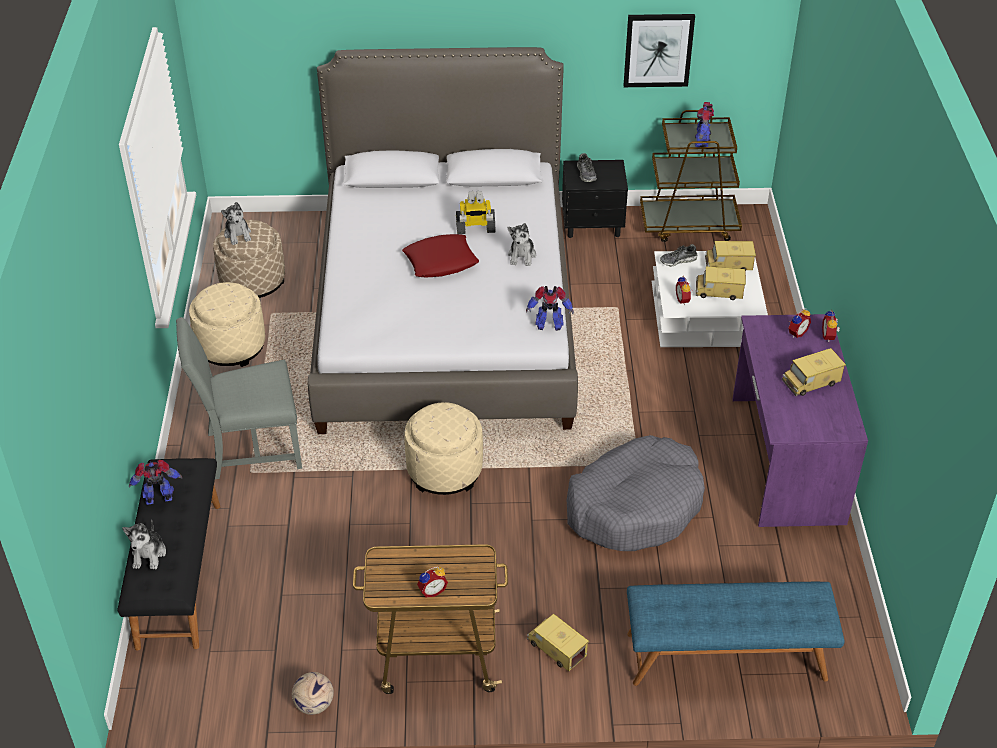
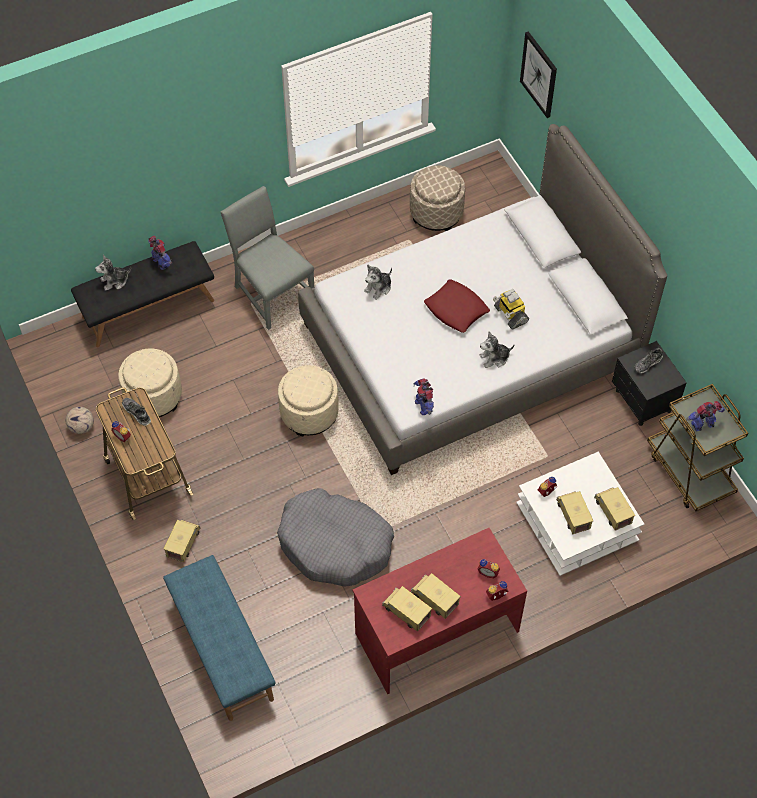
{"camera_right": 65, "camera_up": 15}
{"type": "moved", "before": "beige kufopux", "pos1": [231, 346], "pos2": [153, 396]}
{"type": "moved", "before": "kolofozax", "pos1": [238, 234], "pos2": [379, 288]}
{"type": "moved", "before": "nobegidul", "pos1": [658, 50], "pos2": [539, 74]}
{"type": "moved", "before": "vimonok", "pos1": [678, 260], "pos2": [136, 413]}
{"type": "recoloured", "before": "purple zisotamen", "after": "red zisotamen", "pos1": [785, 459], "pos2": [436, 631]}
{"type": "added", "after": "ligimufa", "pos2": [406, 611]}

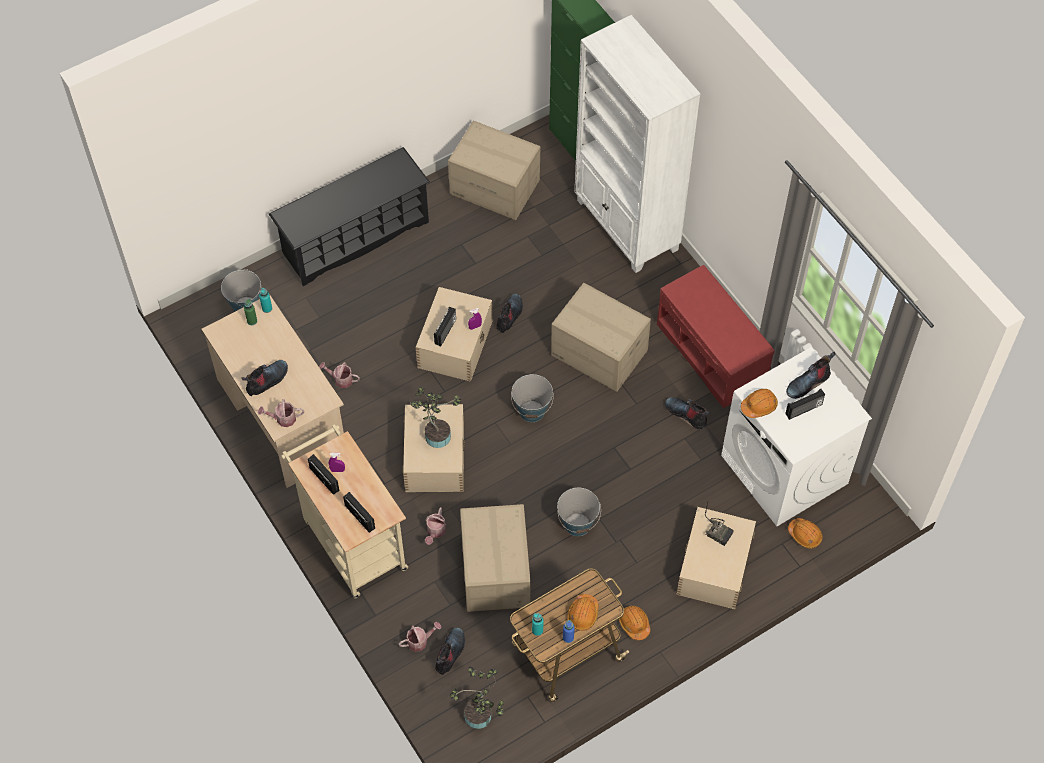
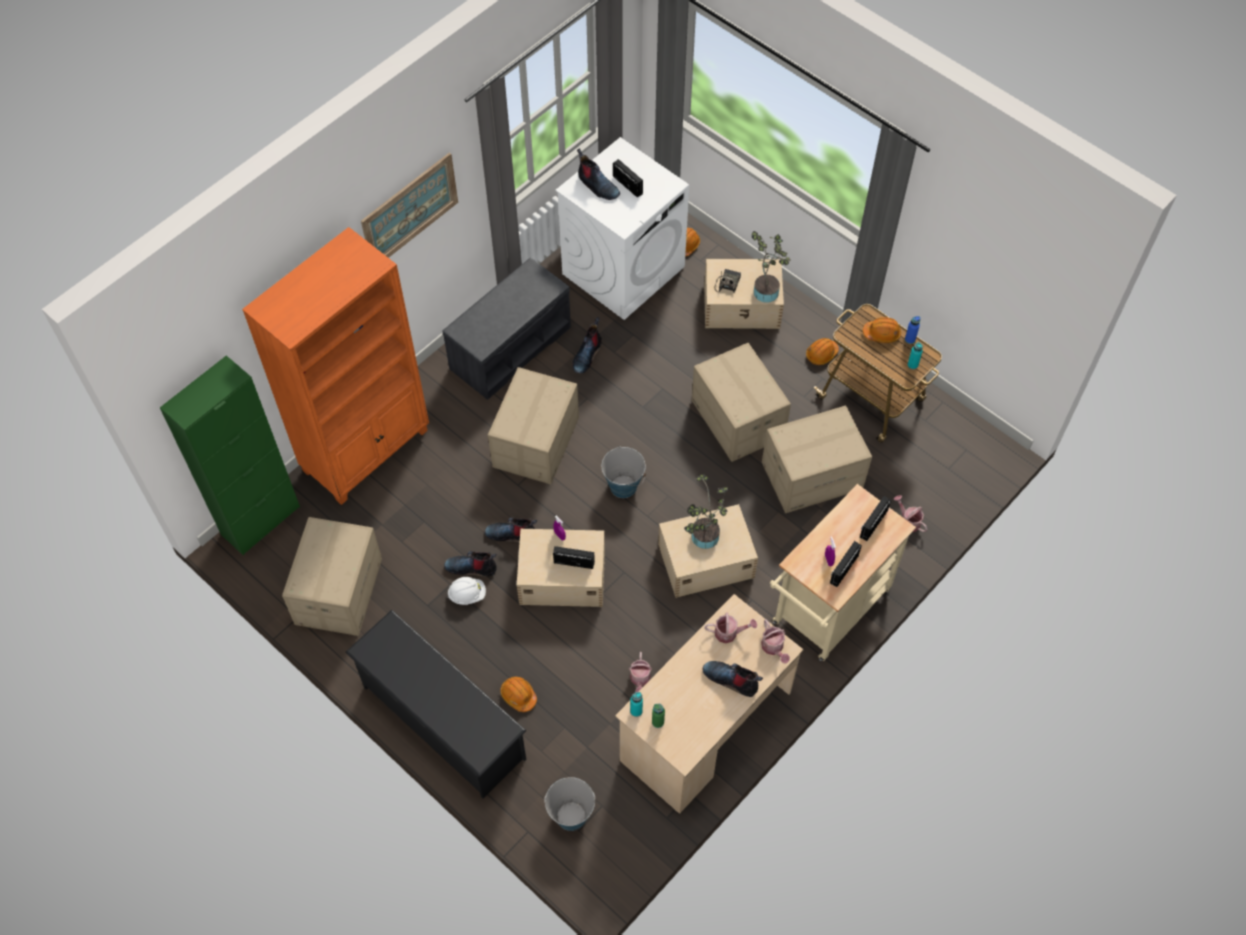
{"camera_right": -105, "camera_up": 0}
{"type": "moved", "before": "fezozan", "pos1": [435, 532], "pos2": [729, 633]}
{"type": "moved", "before": "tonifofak", "pos1": [450, 653], "pos2": [472, 567]}
{"type": "moved", "before": "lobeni", "pos1": [481, 717], "pos2": [766, 289]}
{"type": "replaced", "before": "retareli", "after": "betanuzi", "pos1": [577, 524], "pos2": [737, 419]}
{"type": "recoloured", "before": "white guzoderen", "after": "orange guzoderen", "pos1": [626, 226], "pos2": [367, 450]}
{"type": "recoloured", "before": "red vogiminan", "after": "grey vogiminan", "pos1": [712, 353], "pos2": [510, 346]}
{"type": "moved", "before": "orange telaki", "pos1": [759, 406], "pos2": [518, 695]}
{"type": "added", "after": "nobegidul", "pos2": [410, 210]}
{"type": "added", "after": "white telaki", "pos2": [467, 594]}

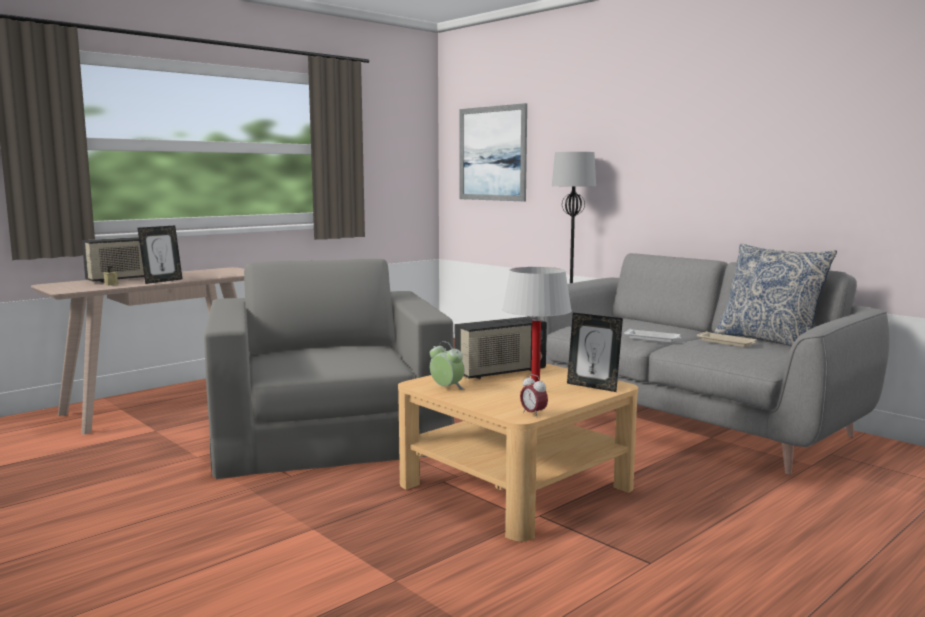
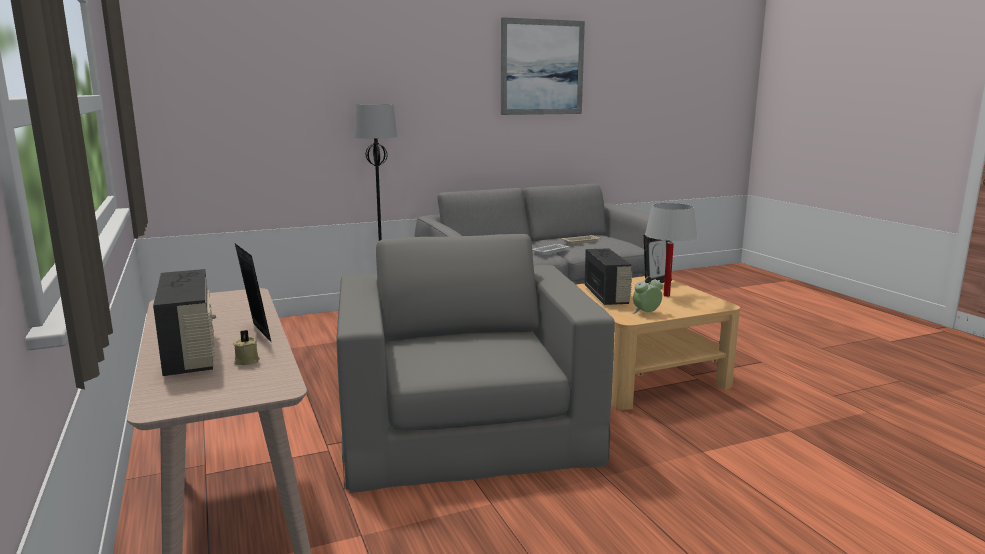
{"camera_right": -70, "camera_up": 5}
{"type": "turned", "before": "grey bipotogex", "pos1": [328, 432], "pos2": [465, 425], "turn": 75}
{"type": "moved", "before": "nobegidul", "pos1": [492, 153], "pos2": [542, 67]}
{"type": "removed", "before": "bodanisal", "pos1": [533, 414]}
{"type": "removed", "before": "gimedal", "pos1": [769, 340]}

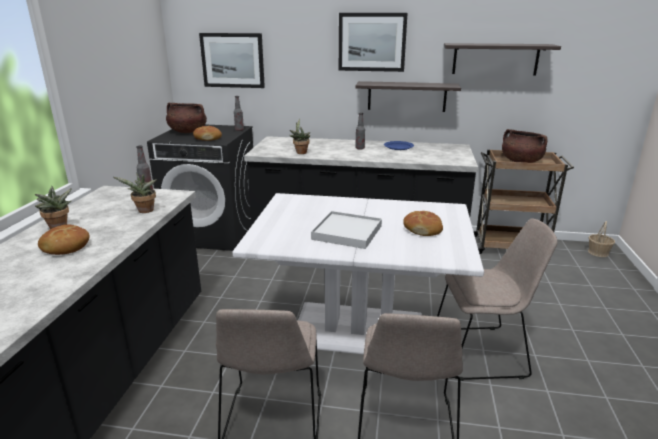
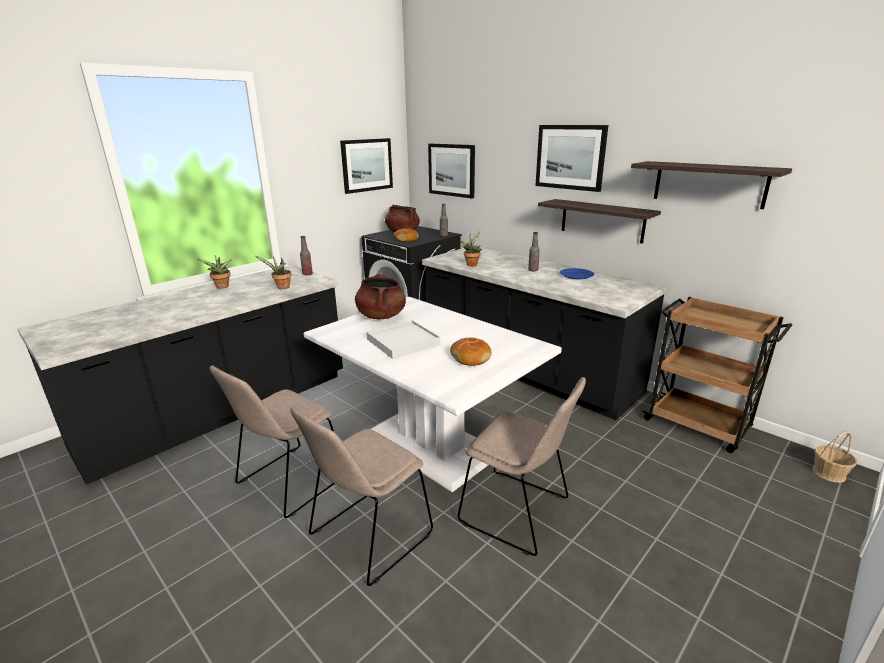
{"camera_right": 35, "camera_up": 0}
{"type": "removed", "before": "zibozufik", "pos1": [65, 247]}
{"type": "moved", "before": "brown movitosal", "pos1": [520, 161], "pos2": [381, 316]}
{"type": "added", "after": "nobegidul", "pos2": [367, 165]}

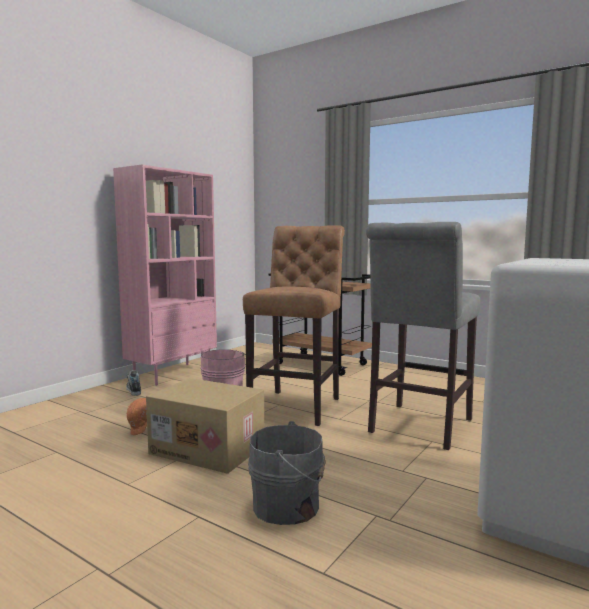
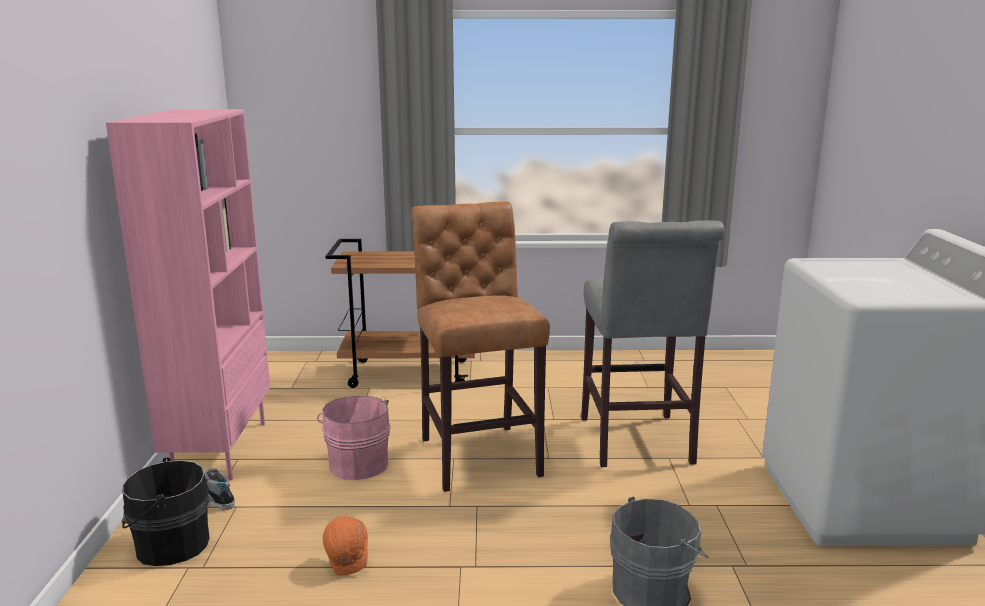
{"camera_right": -35, "camera_up": 10}
{"type": "removed", "before": "betanuzi", "pos1": [209, 449]}
{"type": "added", "after": "black retareli", "pos2": [169, 545]}

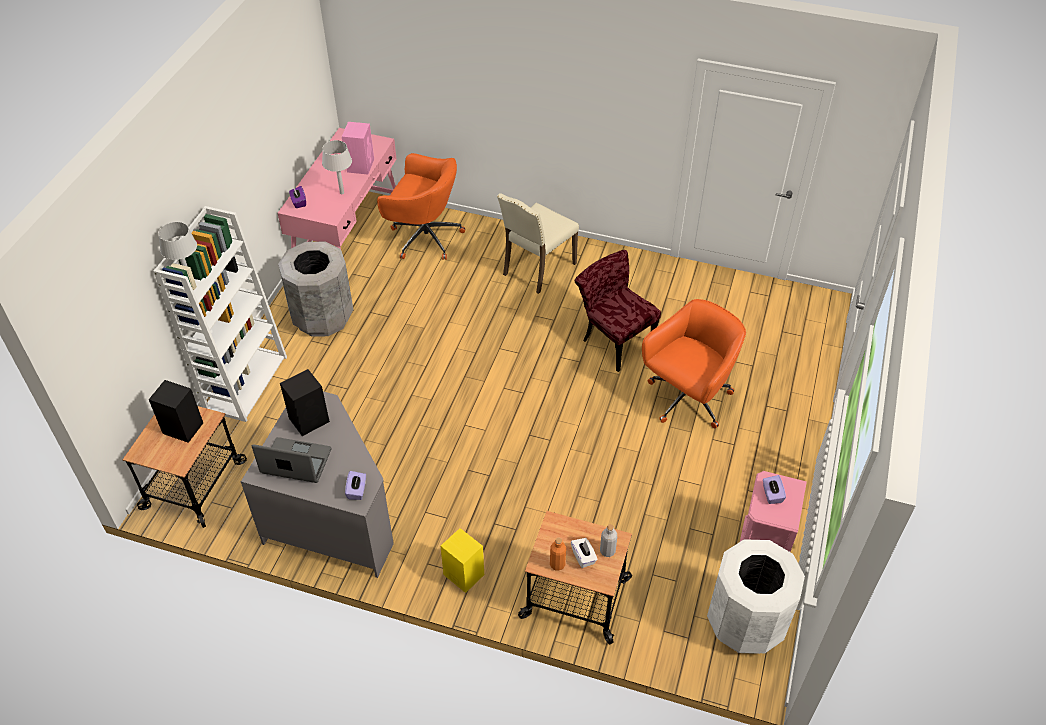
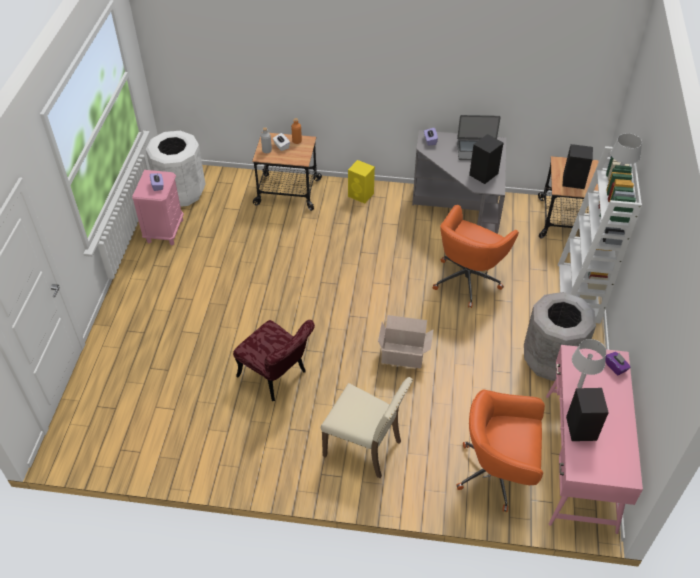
{"camera_right": 170, "camera_up": 0}
{"type": "recoloured", "before": "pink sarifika", "after": "black sarifika", "pos1": [361, 165], "pos2": [581, 429]}
{"type": "turned", "before": "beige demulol", "pos1": [537, 269], "pos2": [364, 447], "turn": 90}
{"type": "moved", "before": "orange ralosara", "pos1": [687, 399], "pos2": [468, 279]}
{"type": "added", "after": "betanuzi", "pos2": [404, 355]}

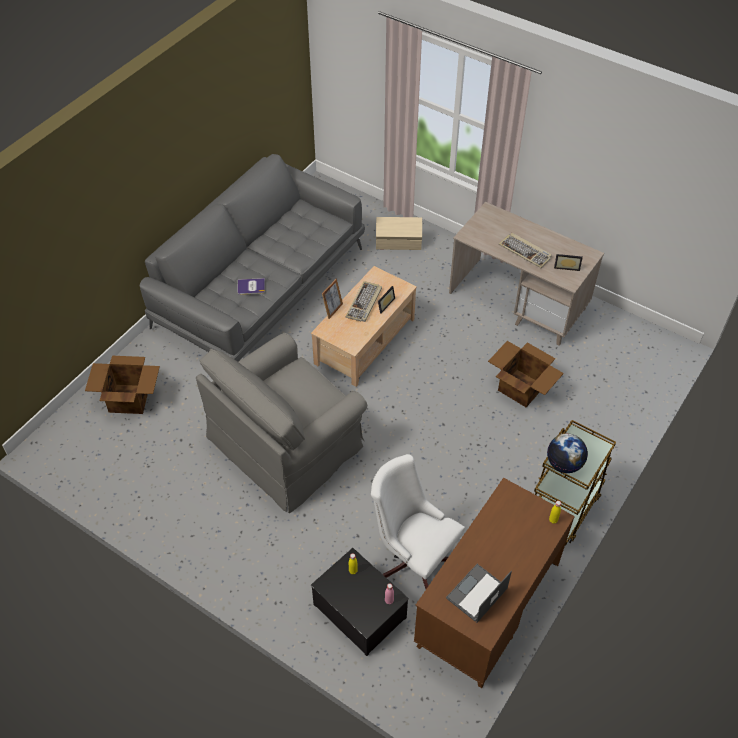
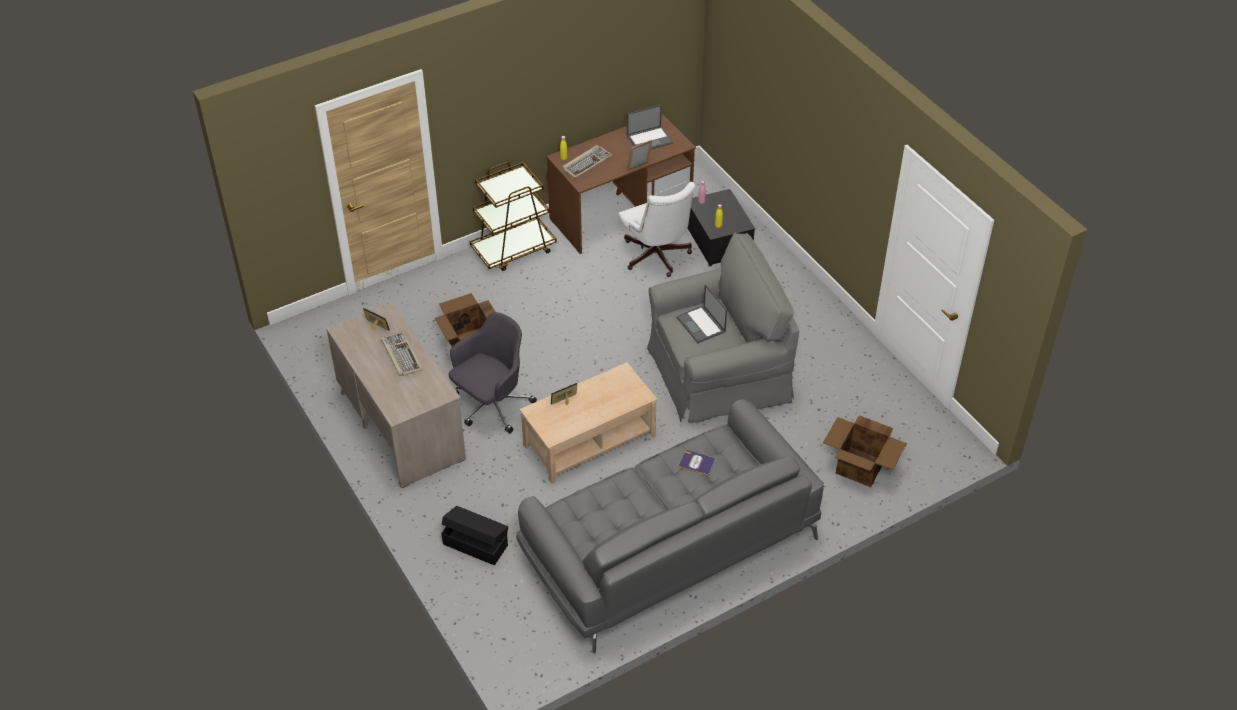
{"camera_right": -155, "camera_up": -5}
{"type": "moved", "before": "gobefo", "pos1": [333, 310], "pos2": [639, 168]}
{"type": "moved", "before": "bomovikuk", "pos1": [364, 303], "pos2": [586, 163]}
{"type": "recoloured", "before": "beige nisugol", "after": "black nisugol", "pos1": [399, 243], "pos2": [475, 544]}
{"type": "removed", "before": "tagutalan", "pos1": [564, 464]}
{"type": "added", "after": "grey ralosara", "pos2": [491, 405]}
{"type": "added", "after": "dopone", "pos2": [701, 325]}

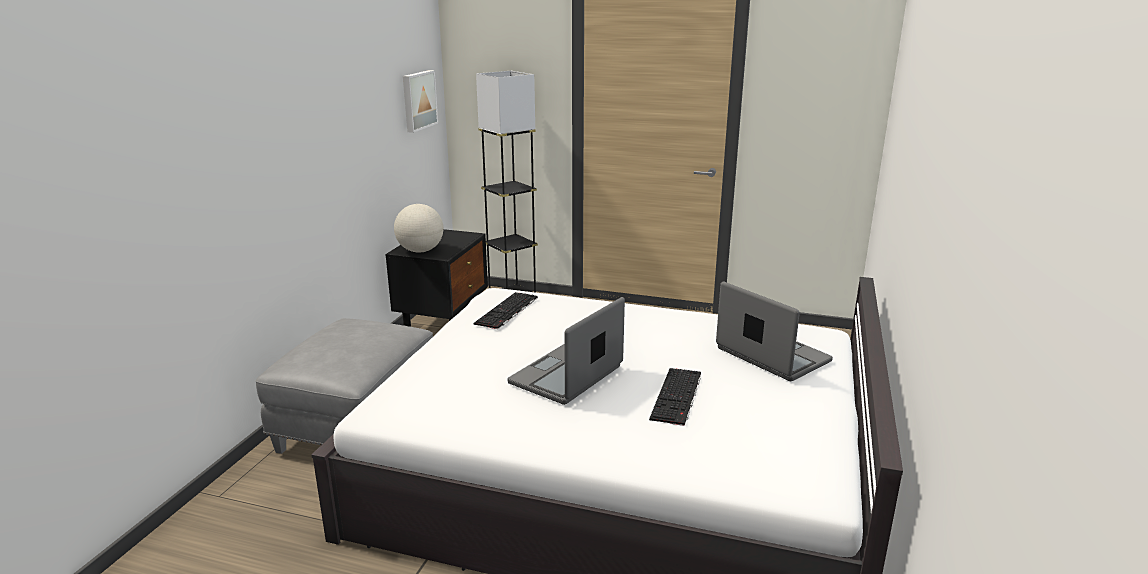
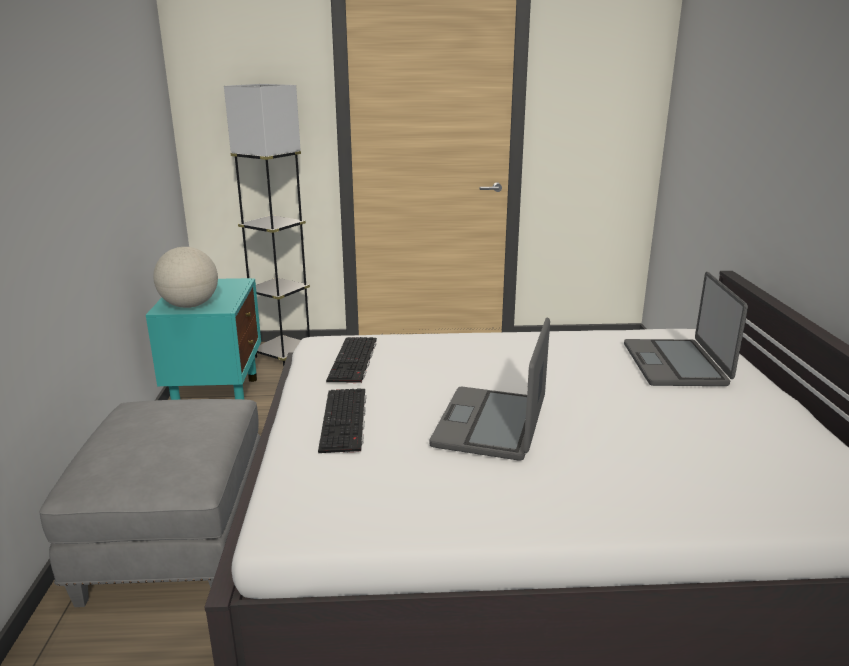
{"camera_right": -20, "camera_up": 0}
{"type": "recoloured", "before": "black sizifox", "after": "turquoise sizifox", "pos1": [443, 325], "pos2": [217, 394]}
{"type": "removed", "before": "nobegidul", "pos1": [418, 100]}
{"type": "moved", "before": "bomovikuk", "pos1": [677, 397], "pos2": [345, 420]}
{"type": "turned", "before": "dopone", "pos1": [771, 355], "pos2": [676, 364], "turn": -120}

